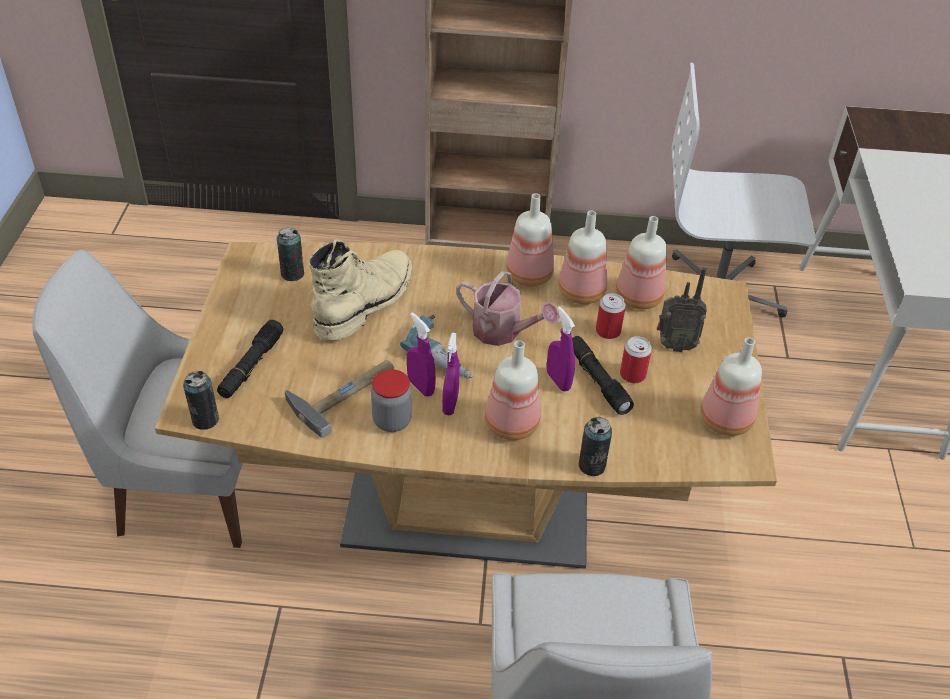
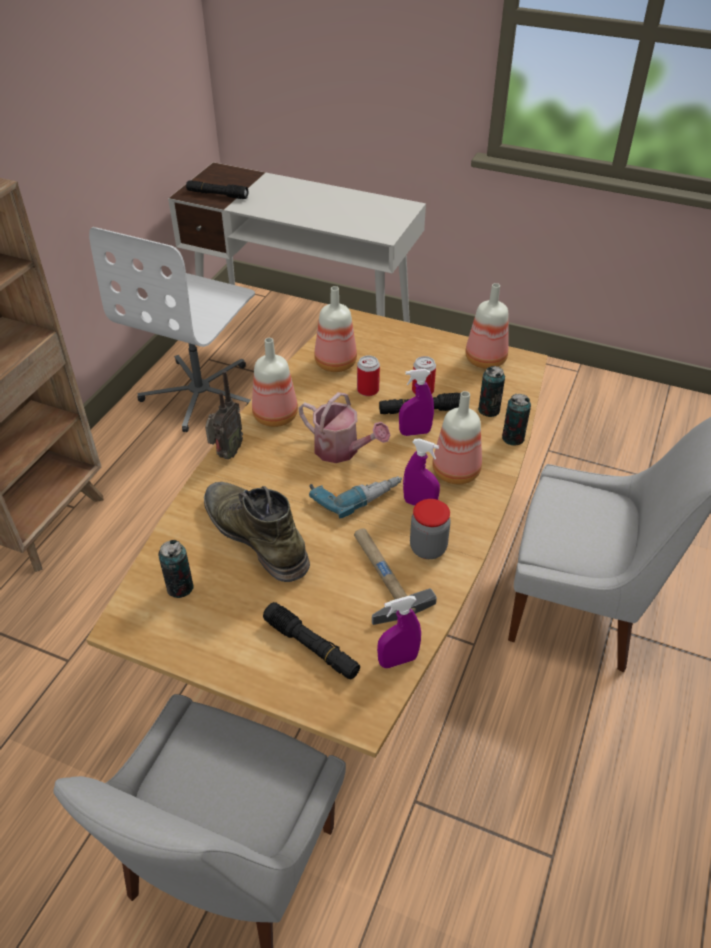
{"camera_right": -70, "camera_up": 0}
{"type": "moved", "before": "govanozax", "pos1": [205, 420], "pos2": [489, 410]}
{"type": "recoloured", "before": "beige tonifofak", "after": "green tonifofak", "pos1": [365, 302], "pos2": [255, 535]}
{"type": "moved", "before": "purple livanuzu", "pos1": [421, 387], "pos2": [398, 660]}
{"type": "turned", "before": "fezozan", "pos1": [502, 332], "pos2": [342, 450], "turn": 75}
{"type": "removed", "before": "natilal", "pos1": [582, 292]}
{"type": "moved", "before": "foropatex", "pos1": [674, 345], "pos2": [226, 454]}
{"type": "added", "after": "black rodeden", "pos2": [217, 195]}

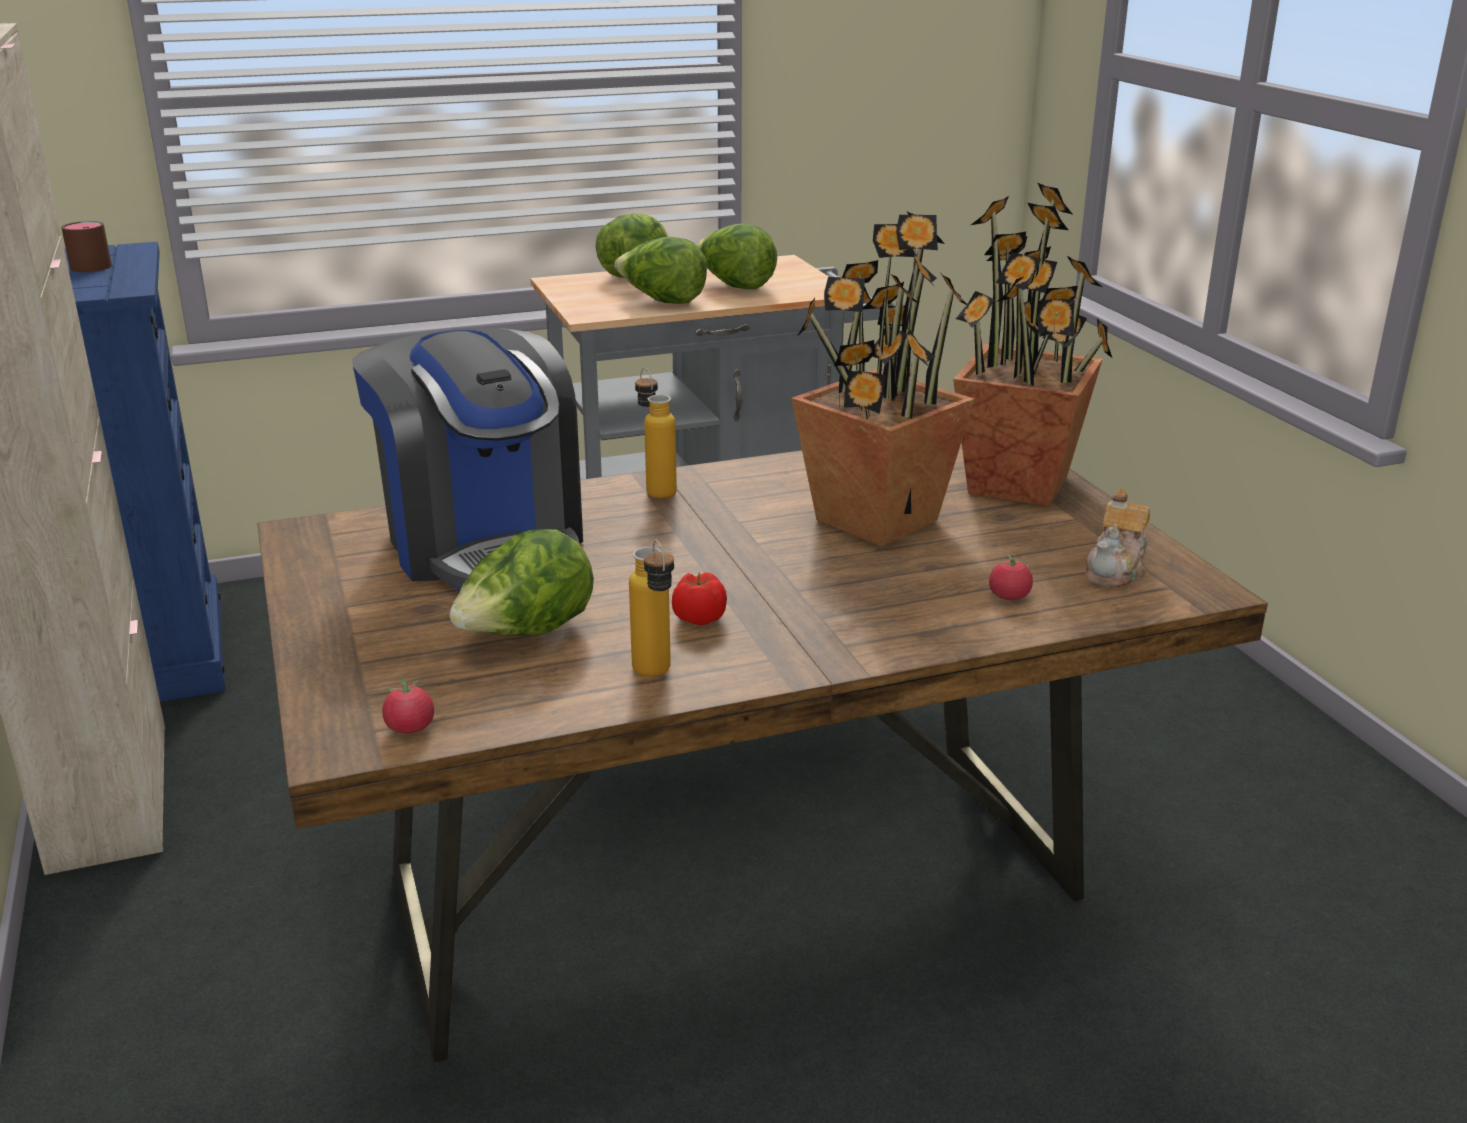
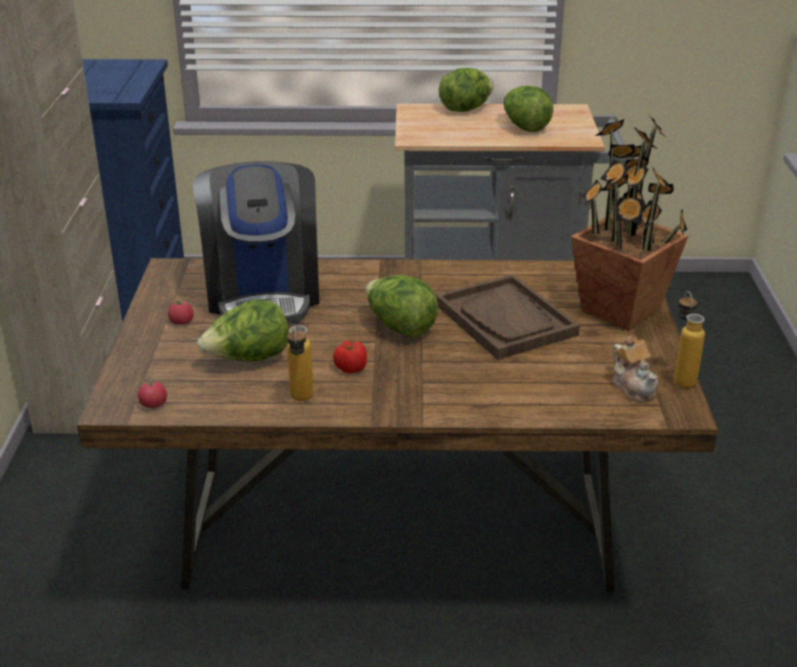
{"camera_right": 20, "camera_up": 5}
{"type": "removed", "before": "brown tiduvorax", "pos1": [91, 265]}
{"type": "moved", "before": "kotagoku", "pos1": [662, 301], "pos2": [399, 327]}
{"type": "moved", "before": "natilal", "pos1": [655, 489], "pos2": [681, 377]}
{"type": "replaced", "before": "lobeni", "after": "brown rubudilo", "pos1": [874, 519], "pos2": [505, 319]}
{"type": "moved", "before": "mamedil", "pos1": [1009, 596], "pos2": [181, 322]}
{"type": "turned", "before": "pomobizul", "pos1": [1116, 571], "pos2": [633, 386], "turn": -75}

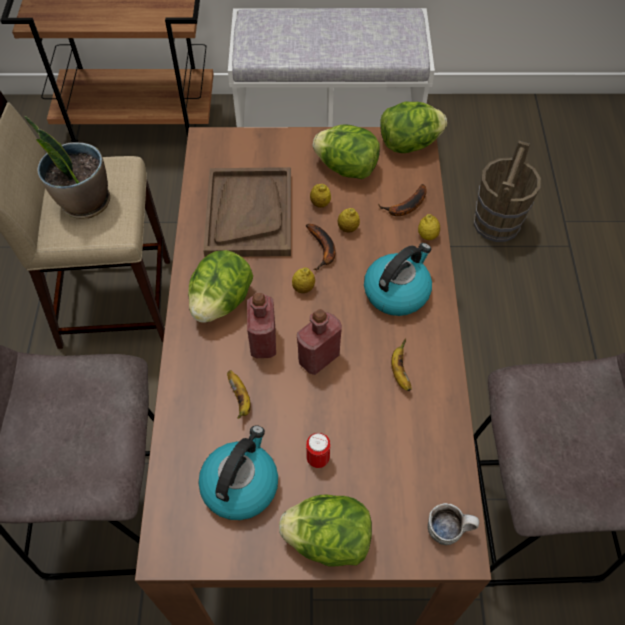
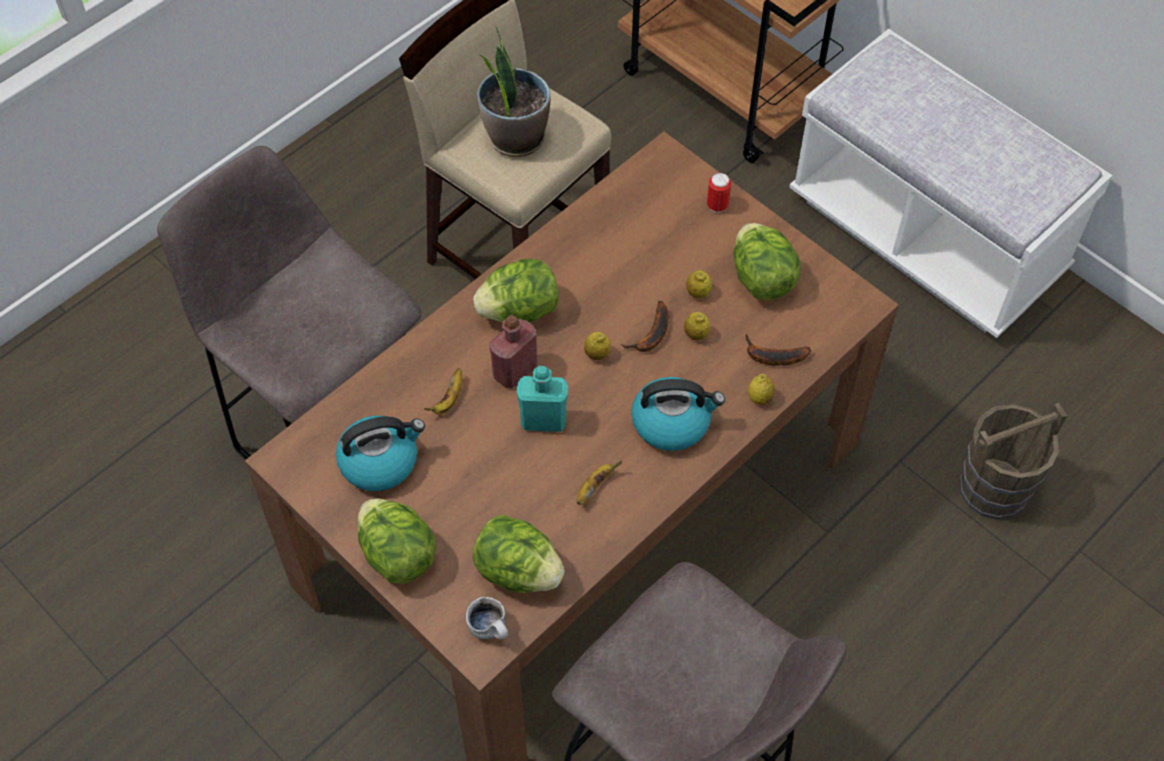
{"camera_right": 45, "camera_up": 0}
{"type": "removed", "before": "brown rubudilo", "pos1": [249, 213]}
{"type": "recoloured", "before": "red natilal", "after": "turquoise natilal", "pos1": [318, 358], "pos2": [543, 420]}
{"type": "moved", "before": "govanozax", "pos1": [318, 458], "pos2": [717, 205]}
{"type": "moved", "before": "kotagoku", "pos1": [409, 144], "pos2": [518, 570]}

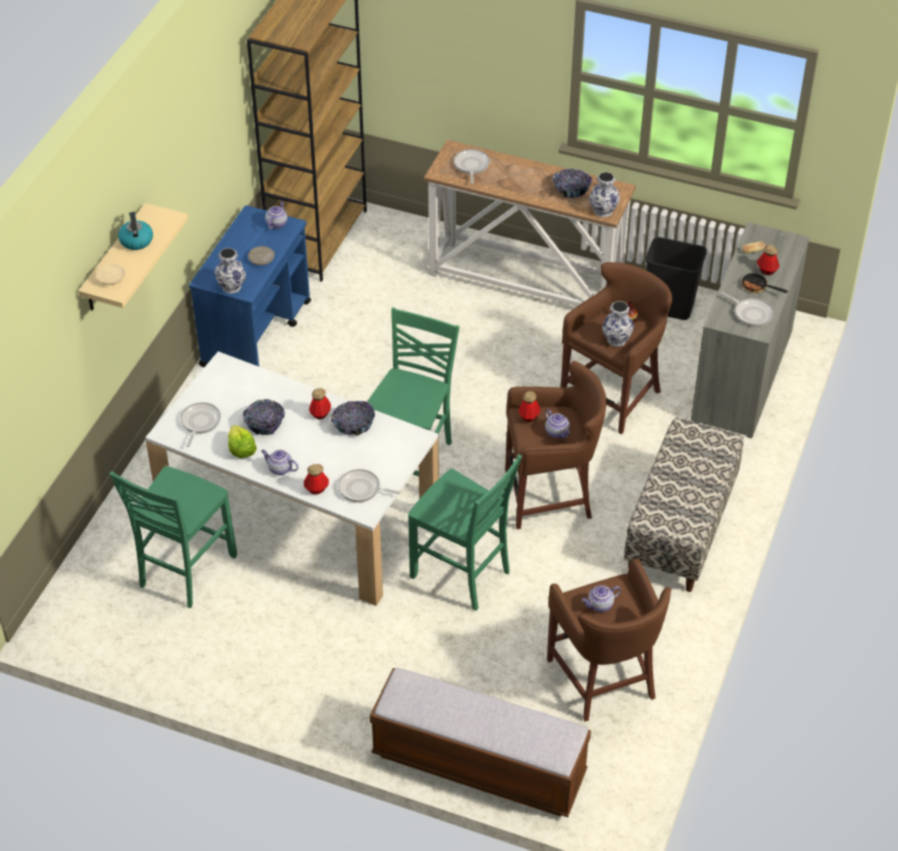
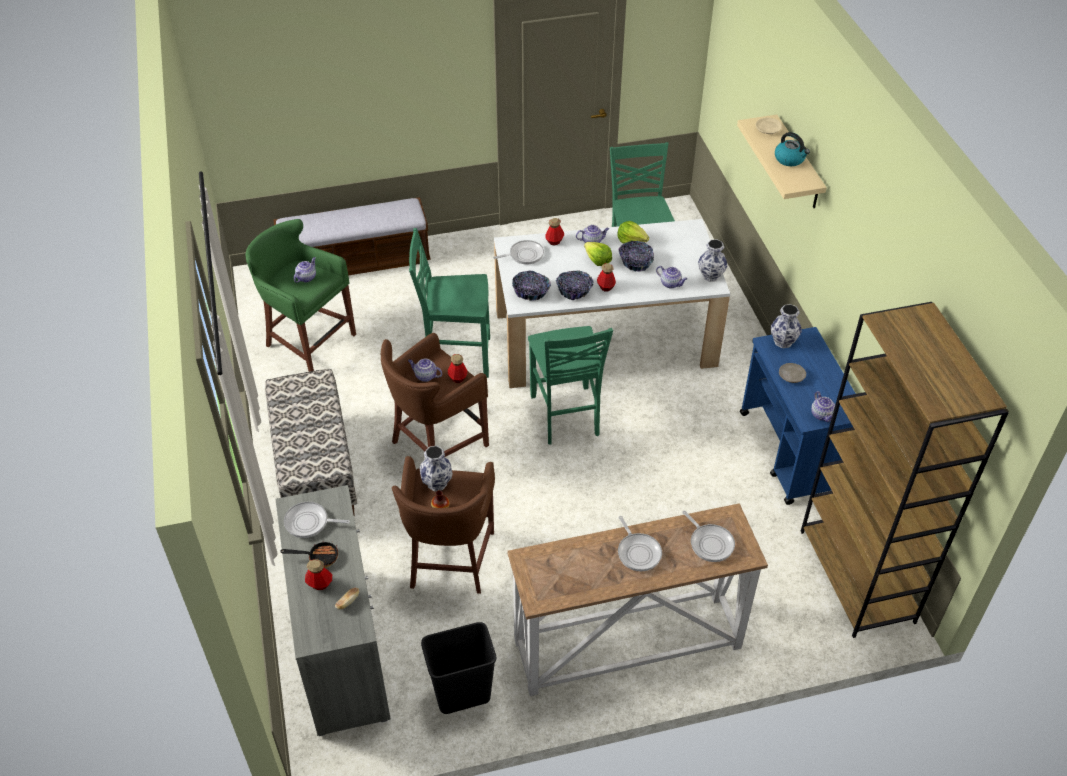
{"camera_right": 145, "camera_up": 0}
{"type": "moved", "before": "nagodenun", "pos1": [199, 423], "pos2": [638, 552]}
{"type": "recoloured", "before": "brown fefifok", "after": "green fefifok", "pos1": [604, 680], "pos2": [308, 340]}
{"type": "moved", "before": "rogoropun", "pos1": [571, 189], "pos2": [531, 292]}
{"type": "moved", "before": "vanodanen", "pos1": [603, 211], "pos2": [710, 275]}
{"type": "added", "after": "kotagoku", "pos2": [597, 260]}
{"type": "added", "after": "pomobizul", "pos2": [671, 284]}

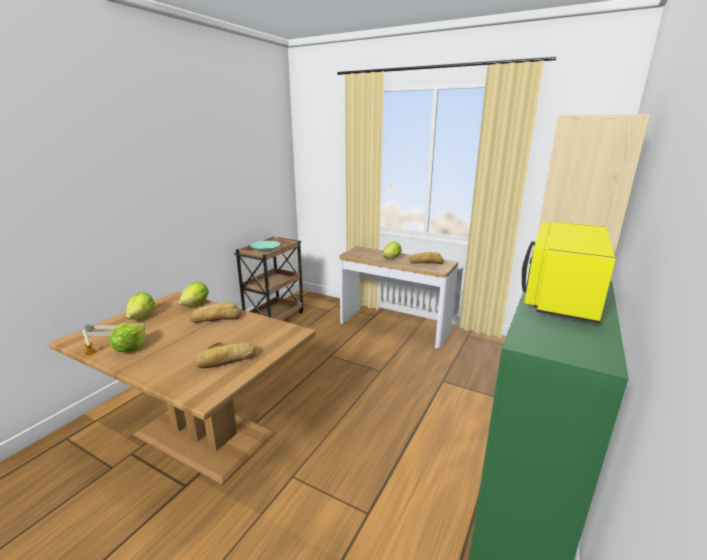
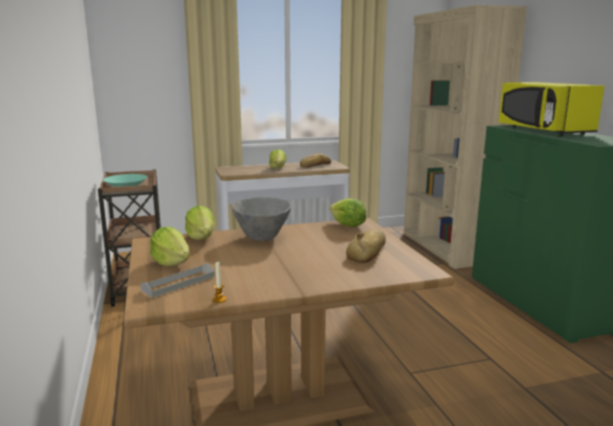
{"camera_right": -45, "camera_up": -5}
{"type": "moved", "before": "kotagoku", "pos1": [130, 348], "pos2": [347, 226]}
{"type": "replaced", "before": "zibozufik", "after": "grey rogoropun", "pos1": [216, 318], "pos2": [262, 237]}

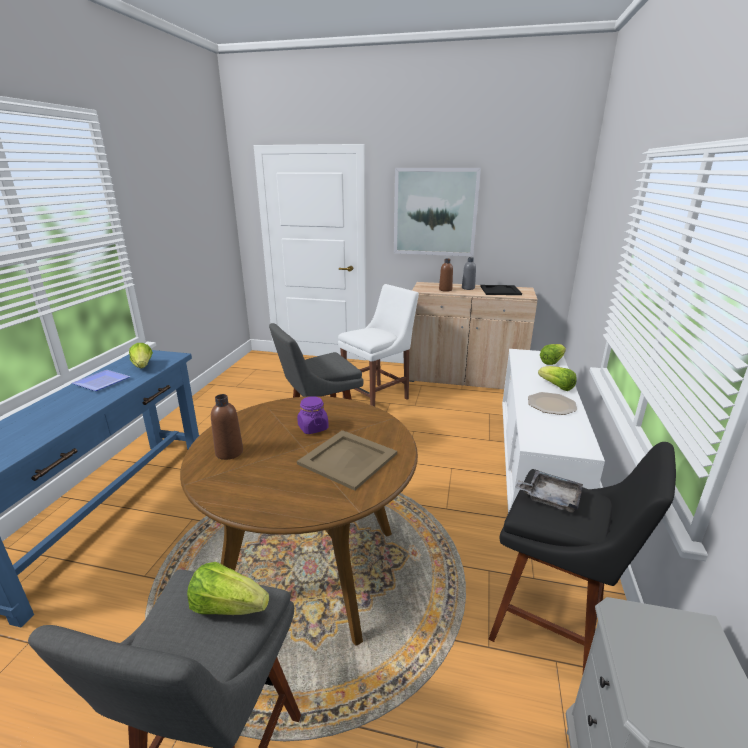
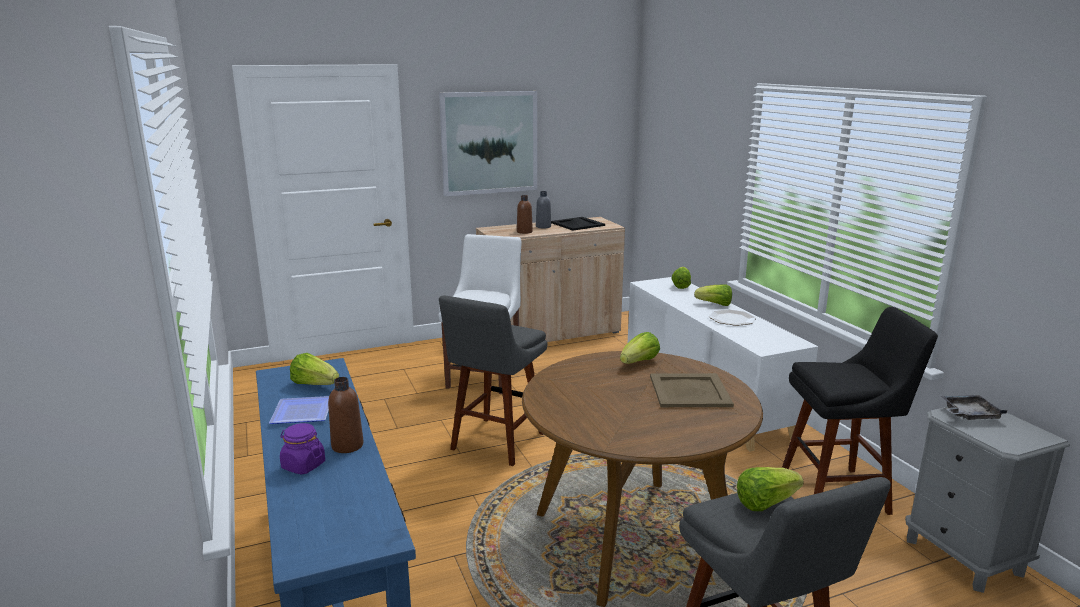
{"camera_right": -35, "camera_up": -5}
{"type": "moved", "before": "brown natilal", "pos1": [229, 452], "pos2": [347, 446]}
{"type": "moved", "before": "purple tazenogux", "pos1": [313, 428], "pos2": [303, 465]}
{"type": "moved", "before": "grey rubudilo", "pos1": [550, 497], "pos2": [968, 414]}
{"type": "added", "after": "kotagoku", "pos2": [639, 362]}

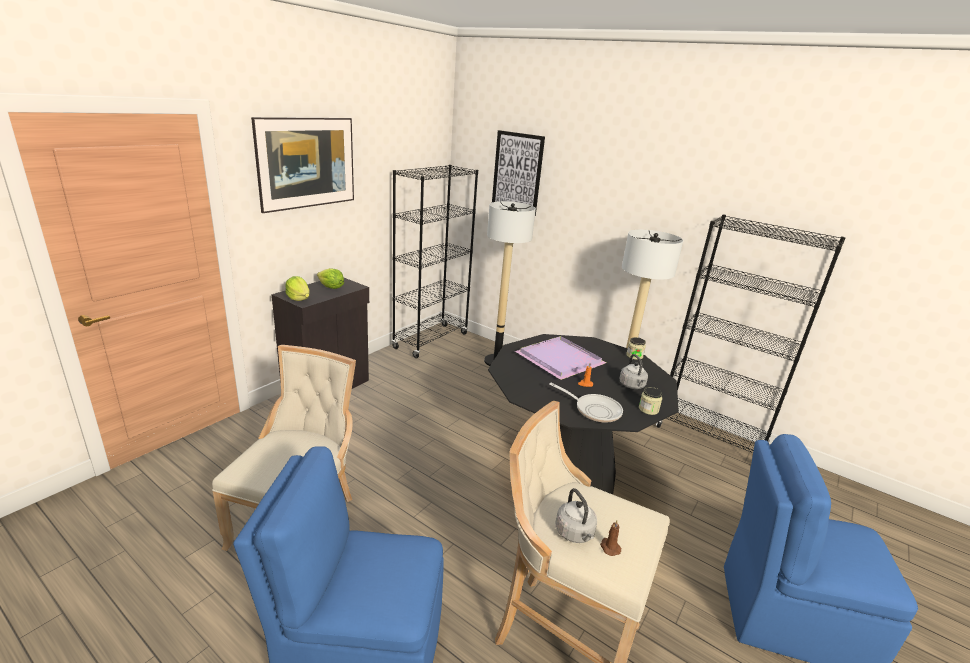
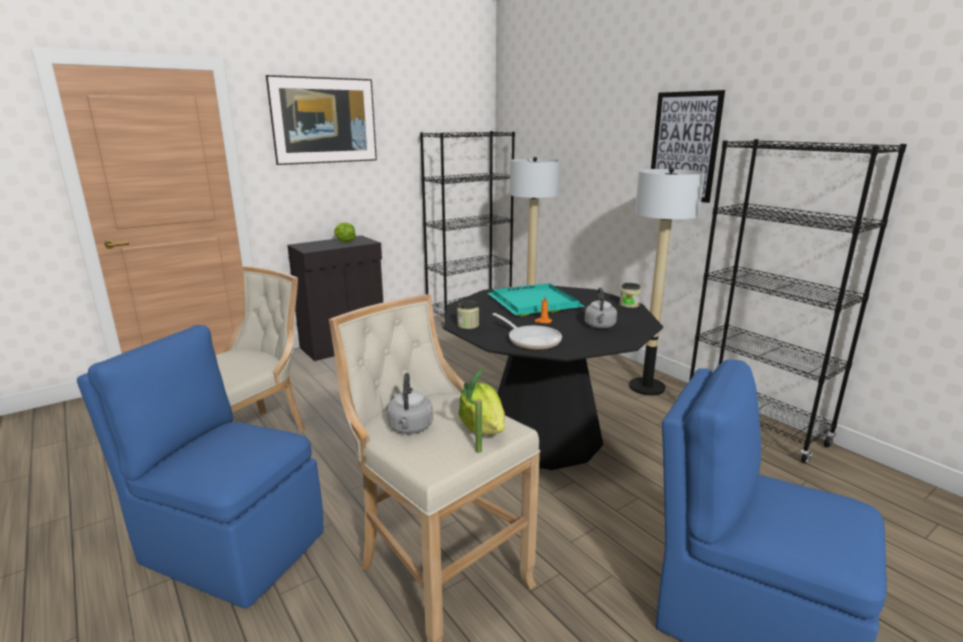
{"camera_right": 20, "camera_up": -5}
{"type": "moved", "before": "kotagoku", "pos1": [299, 299], "pos2": [483, 428]}
{"type": "moved", "before": "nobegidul", "pos1": [517, 173], "pos2": [684, 146]}
{"type": "recoloured", "before": "purple rubudilo", "after": "turquoise rubudilo", "pos1": [560, 360], "pos2": [533, 303]}
{"type": "removed", "before": "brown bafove", "pos1": [609, 547]}
{"type": "moved", "before": "tazenogux", "pos1": [648, 409], "pos2": [468, 325]}
{"type": "added", "after": "lobeni", "pos2": [473, 453]}

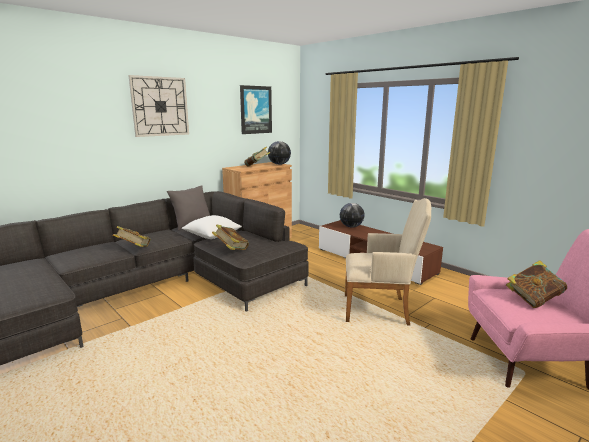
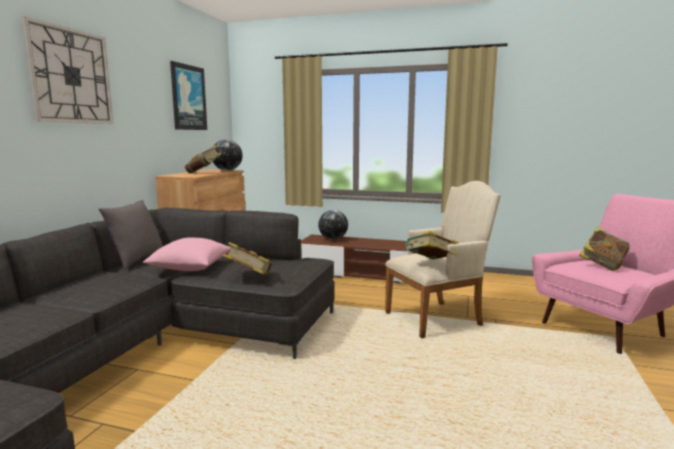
{"camera_right": -30, "camera_up": -5}
{"type": "moved", "before": "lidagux", "pos1": [134, 249], "pos2": [430, 263]}
{"type": "recoloured", "before": "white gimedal", "after": "pink gimedal", "pos1": [212, 236], "pos2": [190, 268]}

